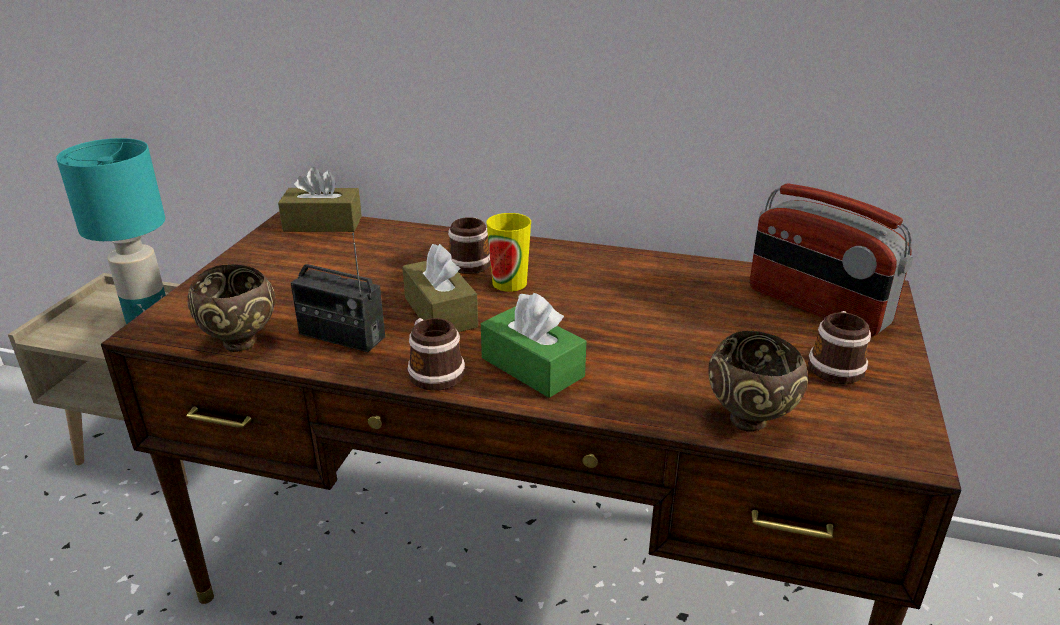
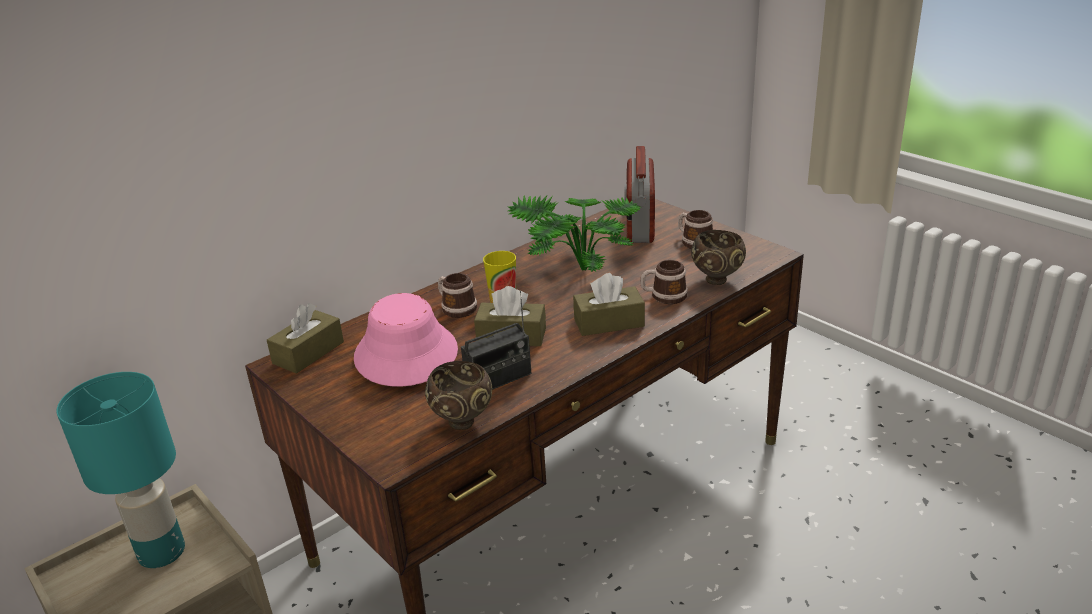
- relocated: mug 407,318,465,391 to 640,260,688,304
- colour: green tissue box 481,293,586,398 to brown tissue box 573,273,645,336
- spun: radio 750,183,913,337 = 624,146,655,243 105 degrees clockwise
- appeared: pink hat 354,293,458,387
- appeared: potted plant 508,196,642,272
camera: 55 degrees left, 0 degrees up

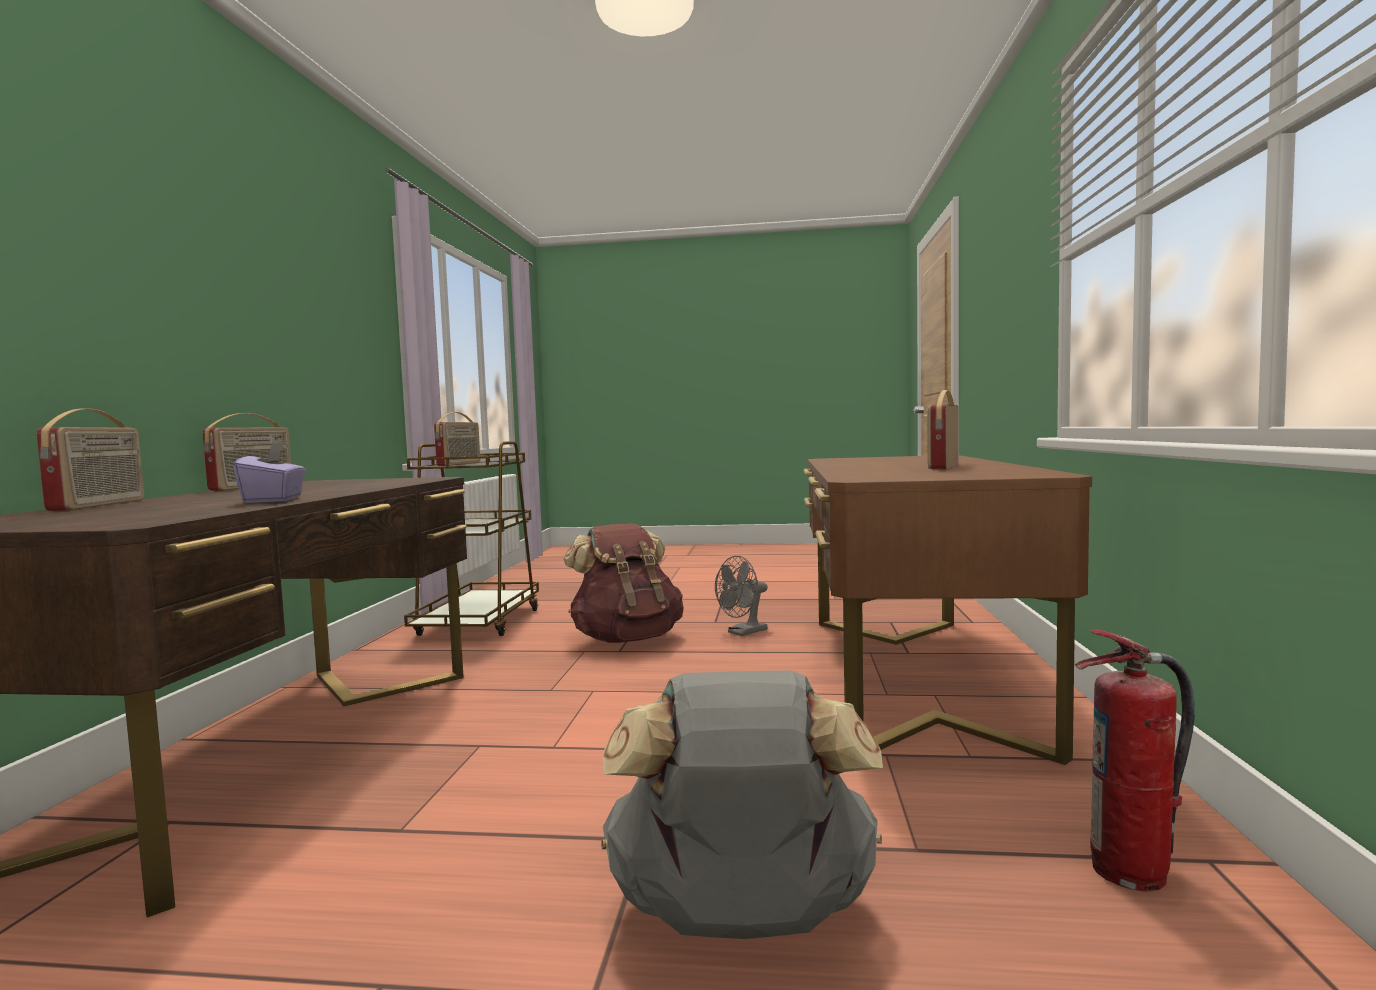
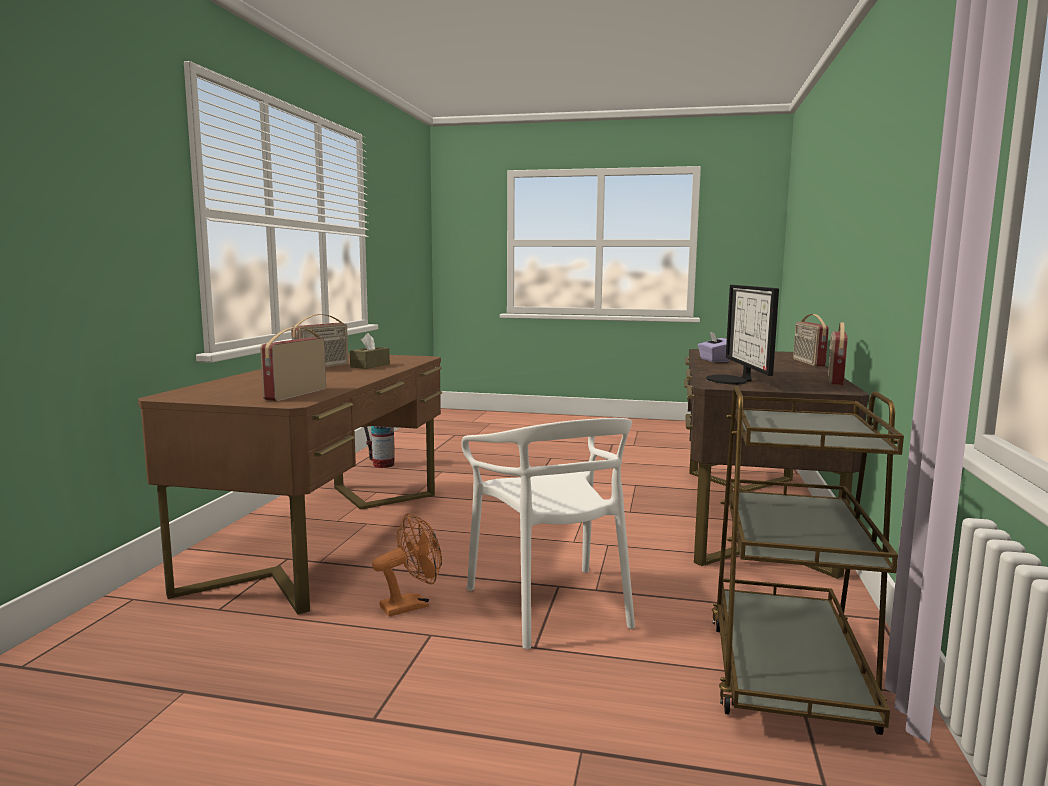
- relocated: radio 434,412,480,466 to 260,327,326,401
- exchanged: brown backpack 564,523,684,643 to white chair 461,418,635,649
- missing: grey backpack 601,670,883,939
- colour: grey fan 715,556,768,636 to orange fan 372,513,442,616
- appeared: brown tissue box 350,333,390,369
- appeared: monitor 706,285,779,385
camera: 175 degrees left, 5 degrees up

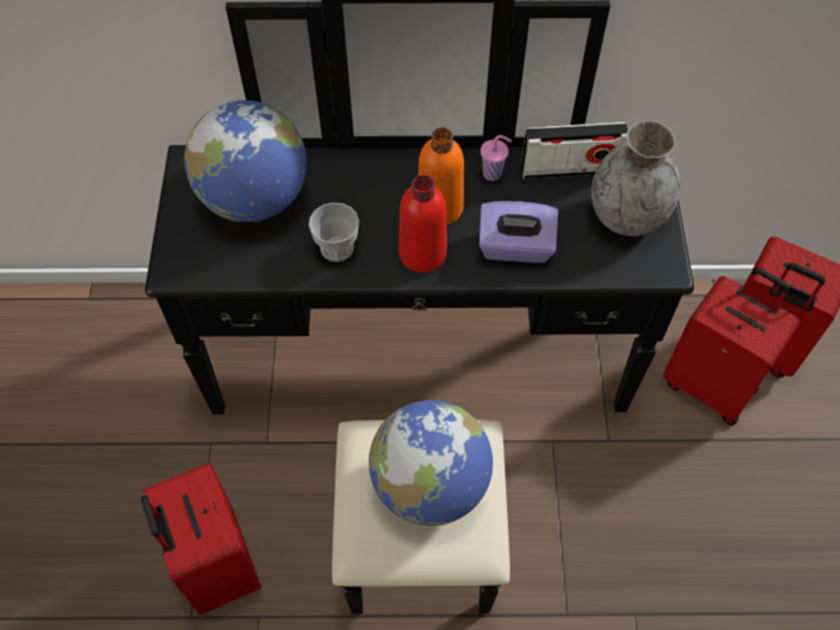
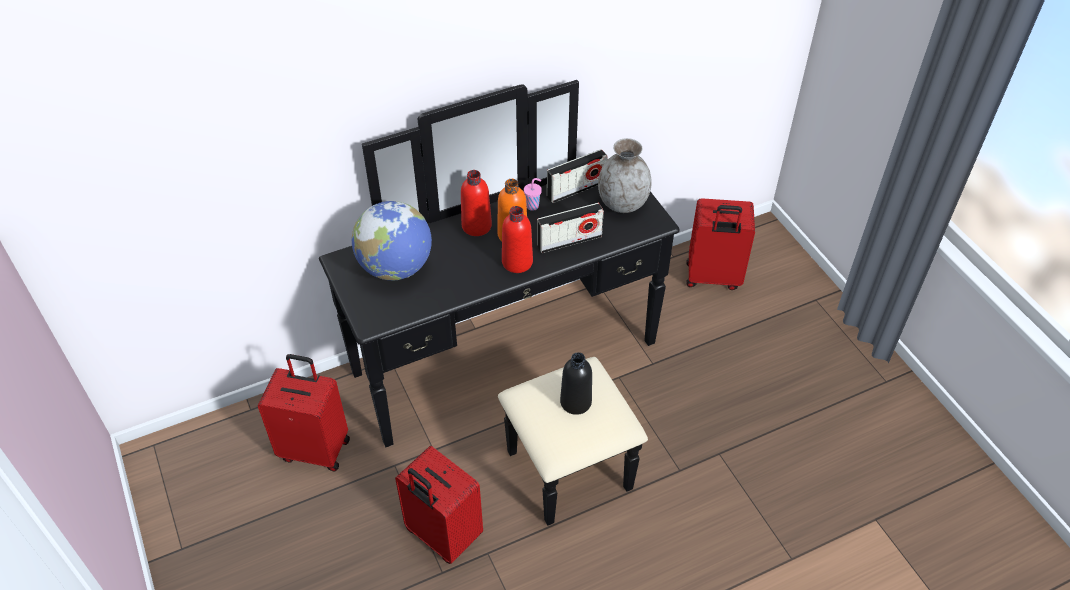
- missing: cup 308,202,359,262
- exchanged: globe 369,400,493,526 to black bottle 560,352,592,415
- exchanged: purple tissue box 479,201,558,263 to radio 537,203,604,253
- relocated: red suitcase 663,268,800,425 to 258,354,350,472
- appeared: red bottle 461,170,492,236
camera: 25 degrees left, 10 degrees down

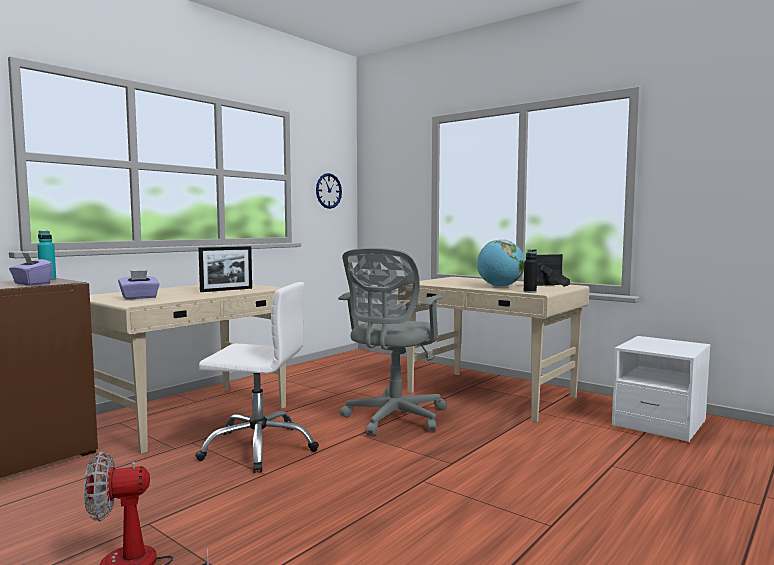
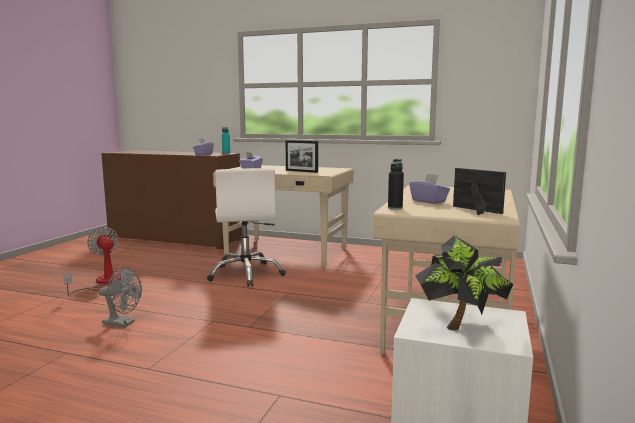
- missing: wall clock 316,173,342,209
- missing: grey office chair 338,248,447,436
- exchanged: globe 477,240,525,287 to purple tissue box 410,174,450,204
- appeared: grey fan 99,267,142,327
- appeared: potted plant 415,236,513,330
camera: 70 degrees right, 5 degrees up

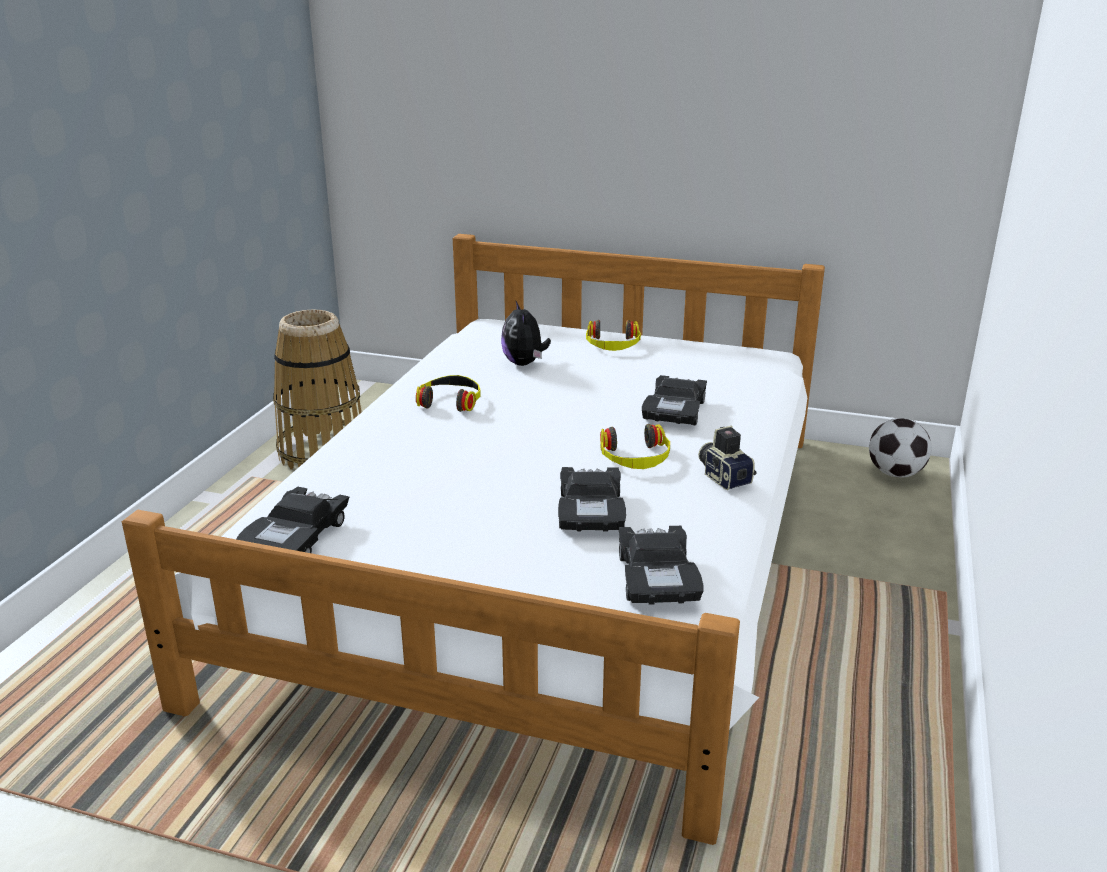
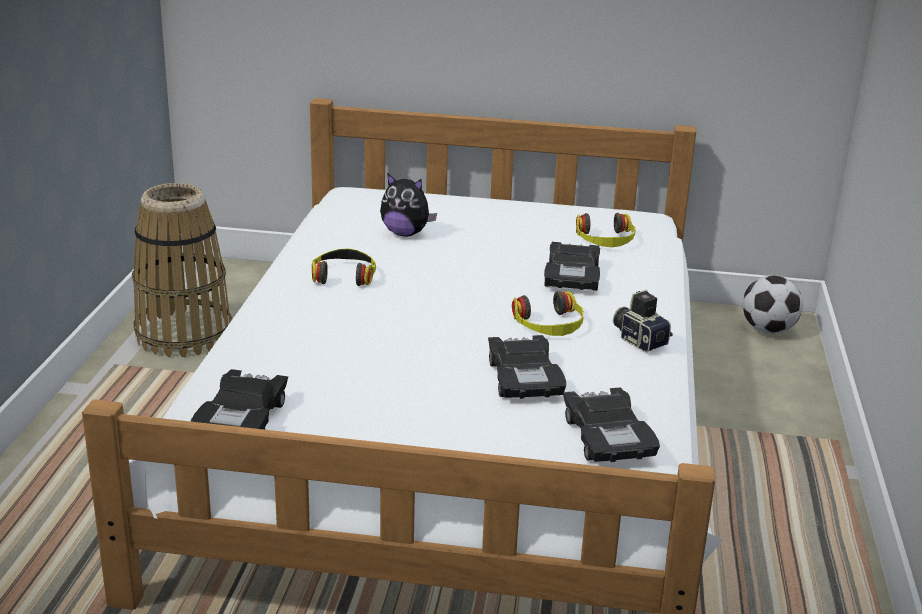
- spun: plush toy 501,301,551,366 = 380,173,437,236 45 degrees counterclockwise
- relocated: headphones 586,320,641,351 to 576,213,635,247
camera: 10 degrees left, 0 degrees up

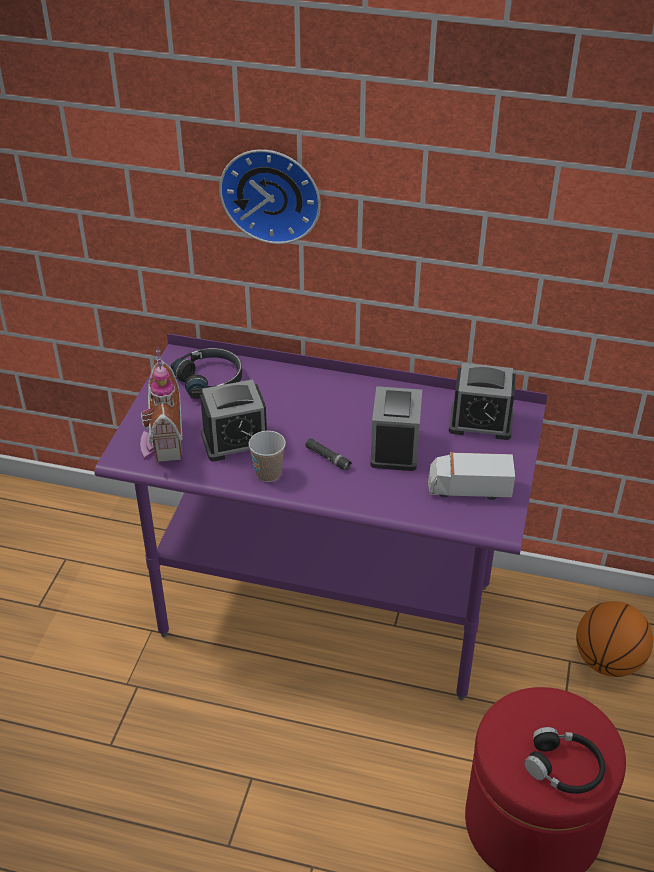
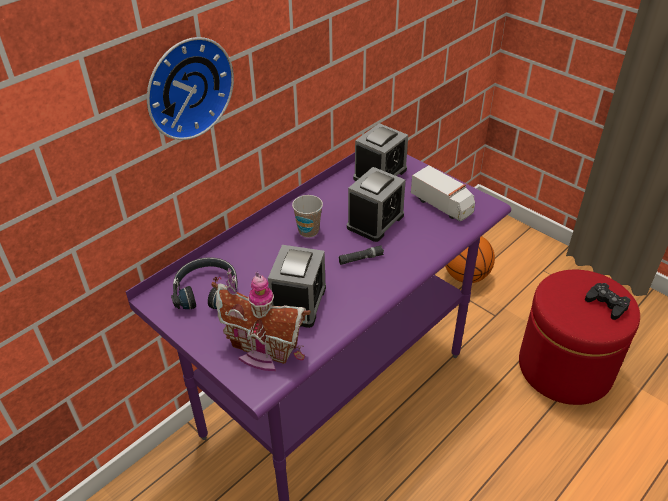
- relocated: cup 249,431,286,482 to 292,195,323,238
- spun: alarm clock 370,386,422,471 = 347,167,406,242 90 degrees clockwise
- spun: toy truck 428,452,515,500 = 411,165,475,222 75 degrees counterclockwise
- exchanged: black headphones 524,727,605,794 to black game controller 585,283,630,320
camera: 60 degrees left, 0 degrees up

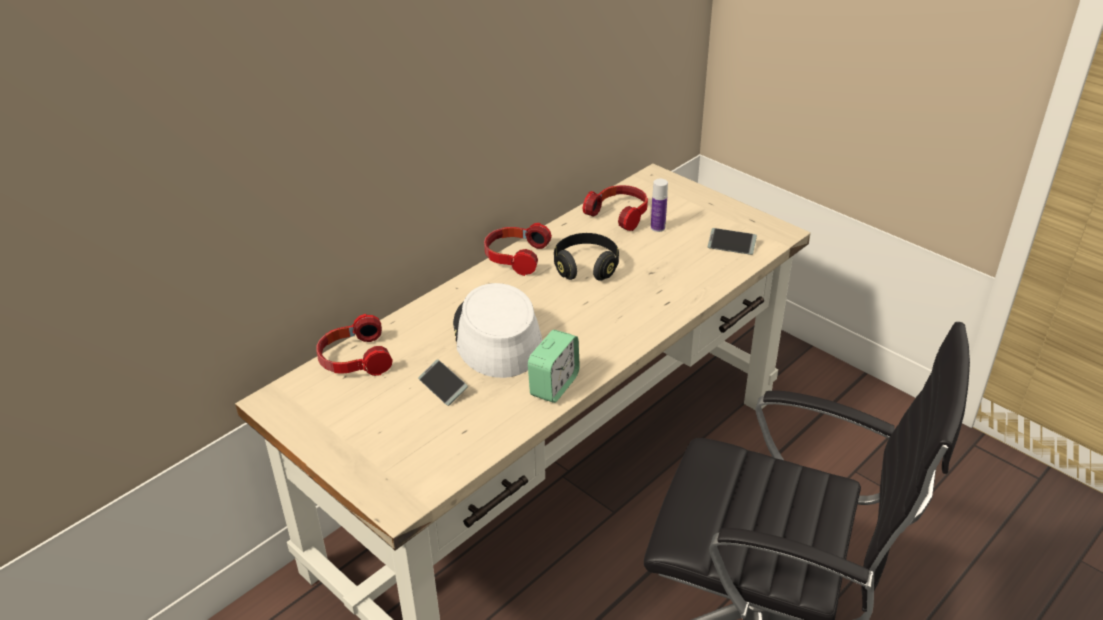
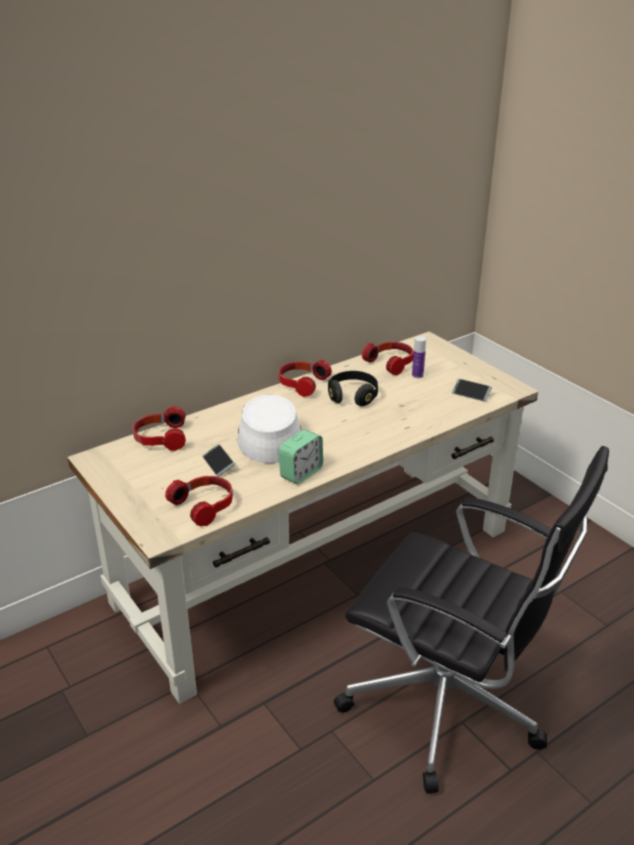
- appeared: headphones 165,476,233,527
camera: 10 degrees right, 5 degrees down

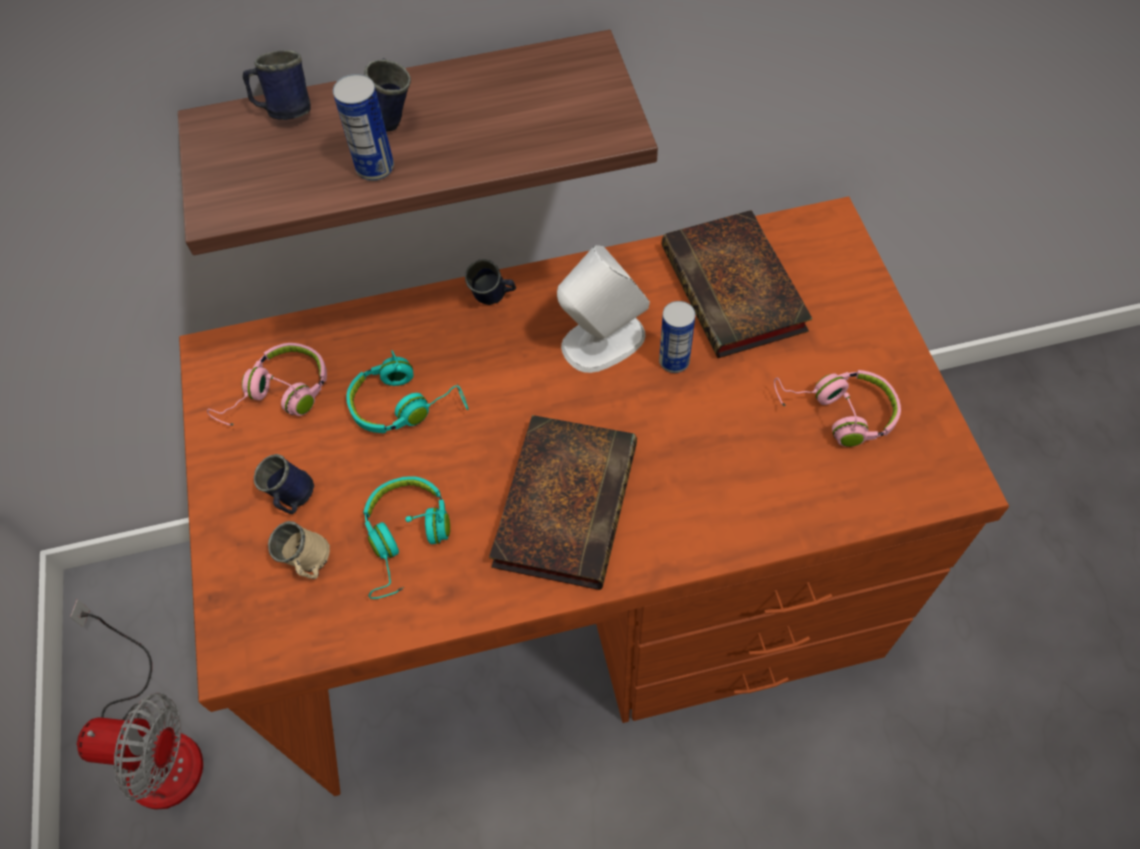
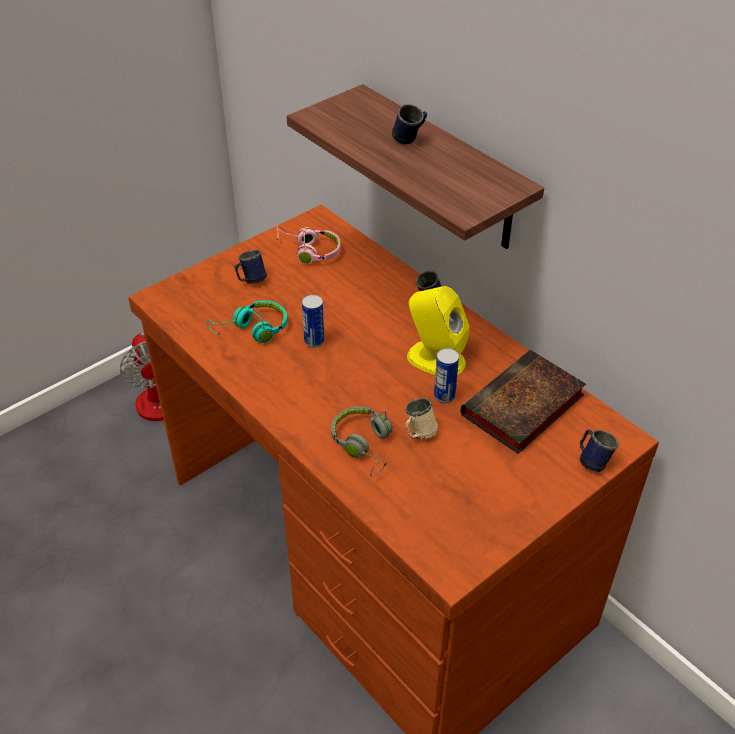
- relocated: blue mug 242,50,311,120 to 580,429,619,472
- relocated: beige mug 268,521,330,579 to 405,398,438,439
- relocated: can 333,74,394,181 to 302,295,324,348
- missing: turquoise headphones 346,350,468,433
- missing: book 489,415,637,590
- colour: white speaker 557,245,650,373 to yellow speaker 407,286,470,375
- missing: pink headphones 774,370,901,447
- appeared: grey headphones 331,406,392,477
camera: 60 degrees right, 15 degrees down

